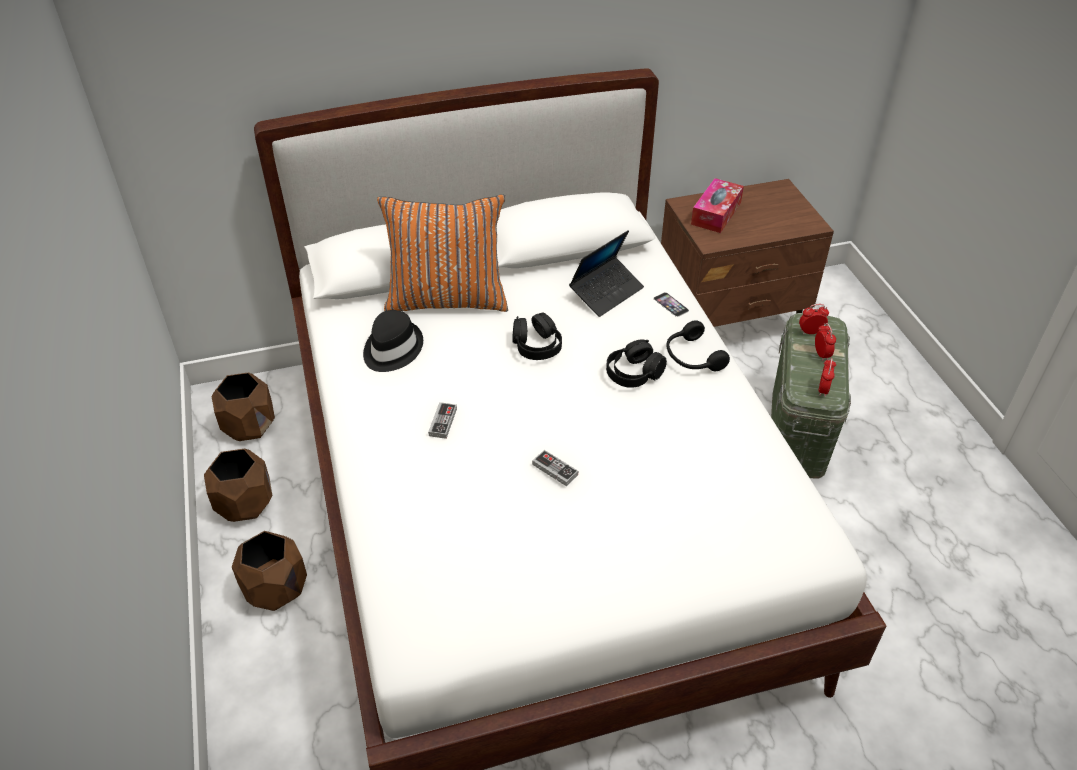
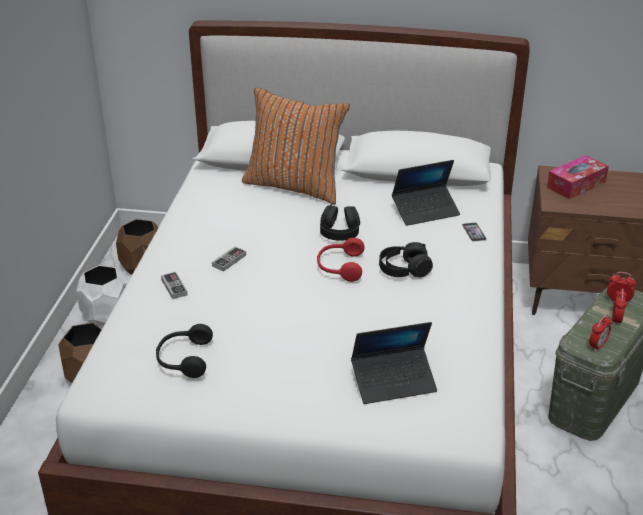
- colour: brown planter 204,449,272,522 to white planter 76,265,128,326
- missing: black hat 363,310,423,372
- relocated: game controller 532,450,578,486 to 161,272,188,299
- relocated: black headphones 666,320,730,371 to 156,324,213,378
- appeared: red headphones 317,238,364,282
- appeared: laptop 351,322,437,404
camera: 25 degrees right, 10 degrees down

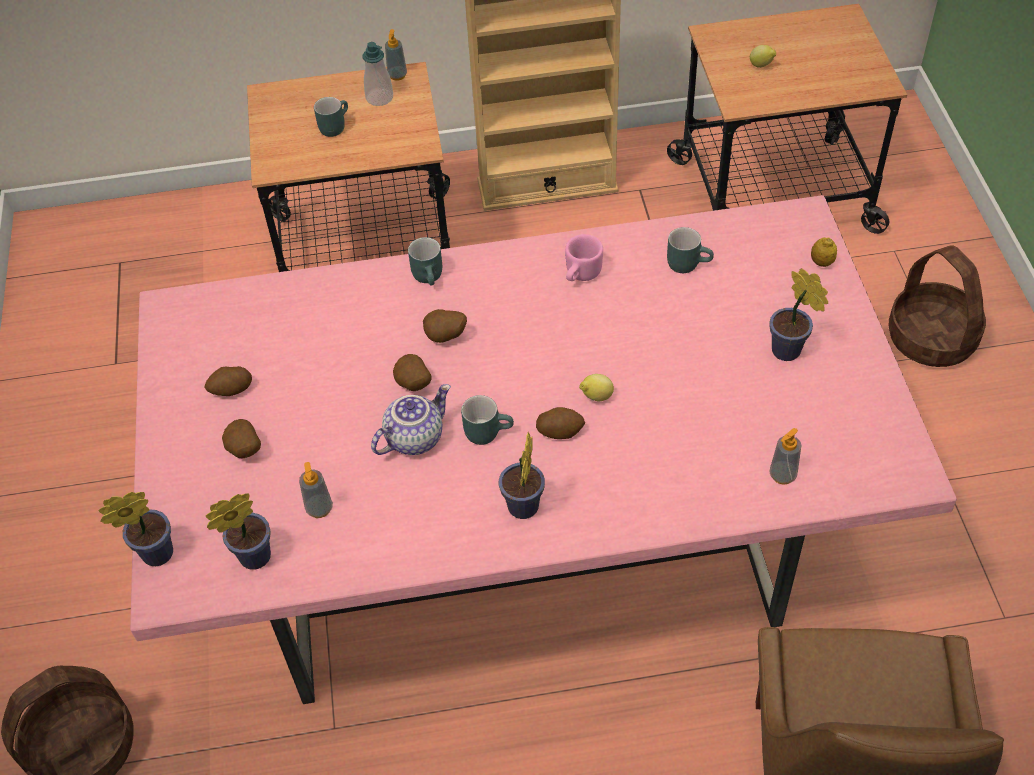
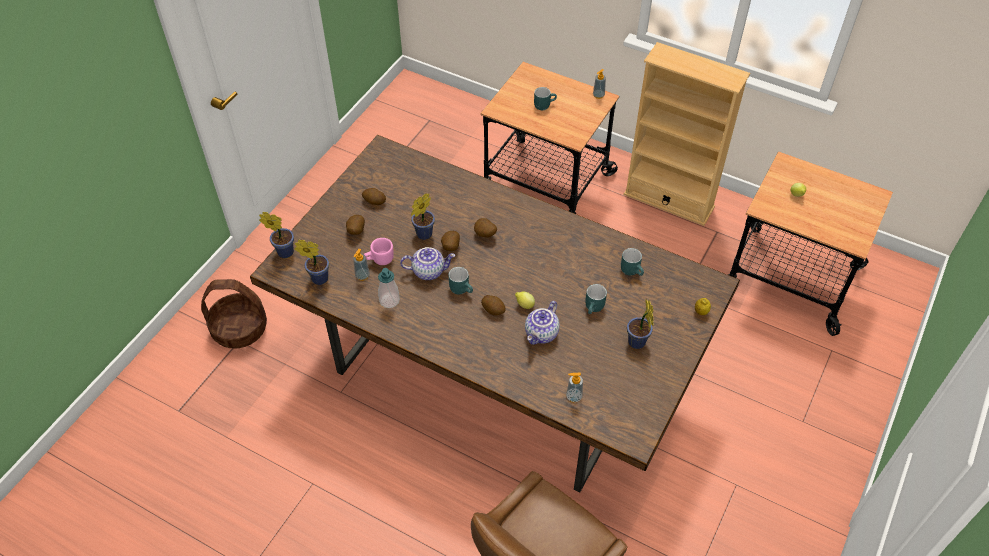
- colour: pink dining table 130,195,957,704 to brown dining table 250,135,740,493
- relocated: soap dispenser 363,42,393,106 to 378,268,400,308
- relocated: turquoise mug 408,237,442,285 to 585,284,607,314
- relocated: potted plant 499,431,545,519 to 411,194,435,240
- relocated: pink mug 565,234,603,281 to 364,238,394,265
- missing: basket 888,245,986,367
- appeared: teapot 525,301,560,345
camera: 35 degrees right, 0 degrees up

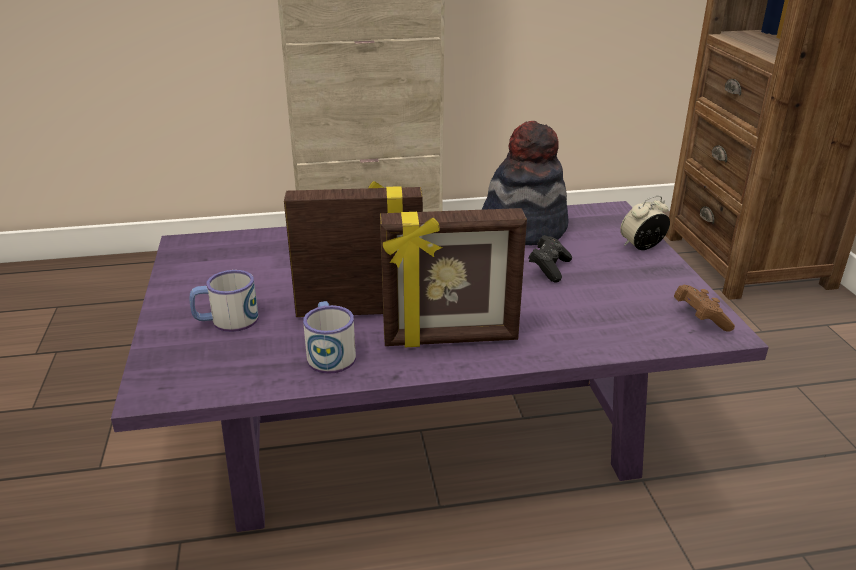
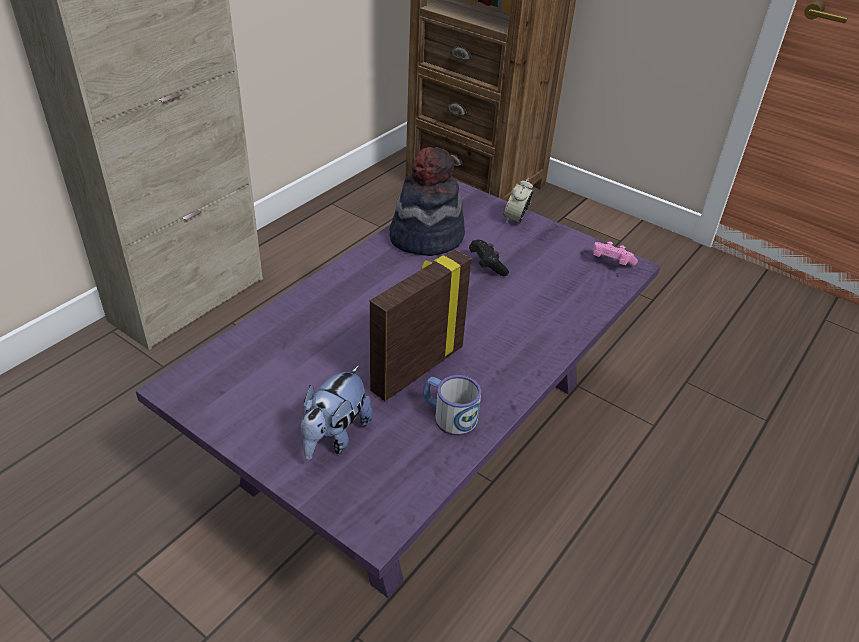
- exchanged: mug 189,270,259,332 to plush toy 301,365,373,461
- missing: picture frame 380,208,527,347
- colour: brown game controller 674,285,735,331 to pink game controller 593,241,638,266
camera: 45 degrees left, 10 degrees up

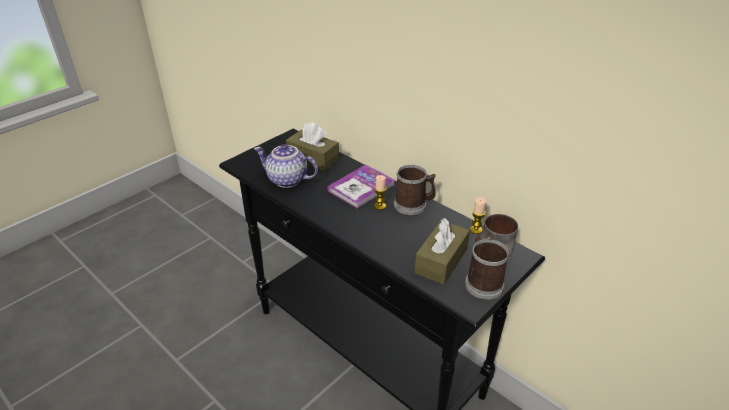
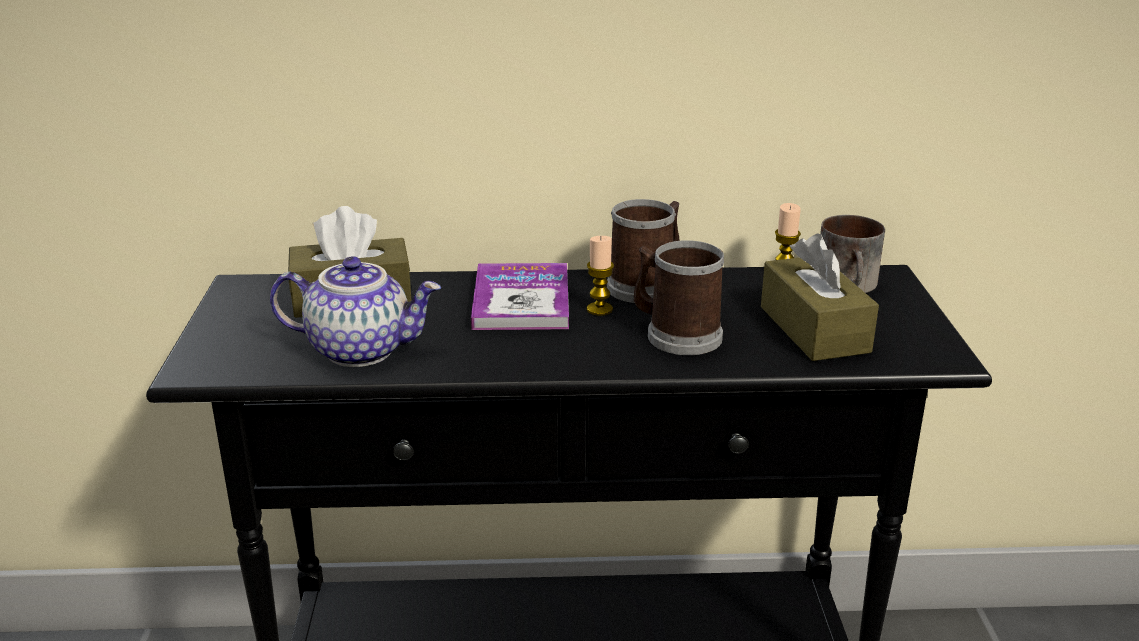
- spun: teapot 254,144,318,188 = 270,256,441,367 150 degrees counterclockwise
- relocated: mug 465,235,509,300 to 634,240,724,355
camera: 45 degrees left, 10 degrees down

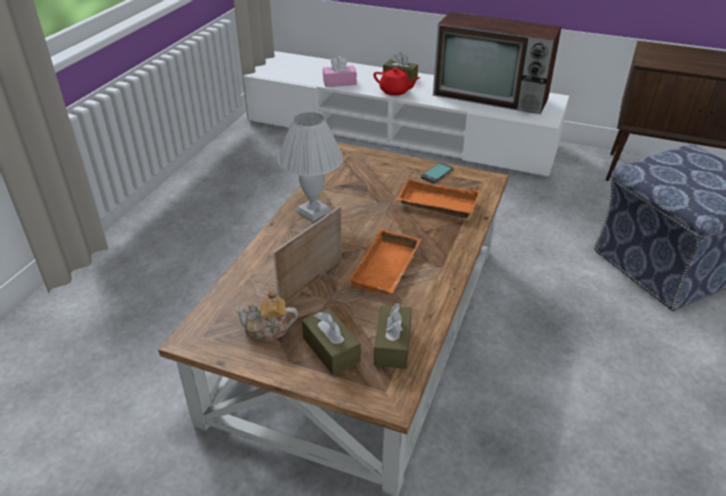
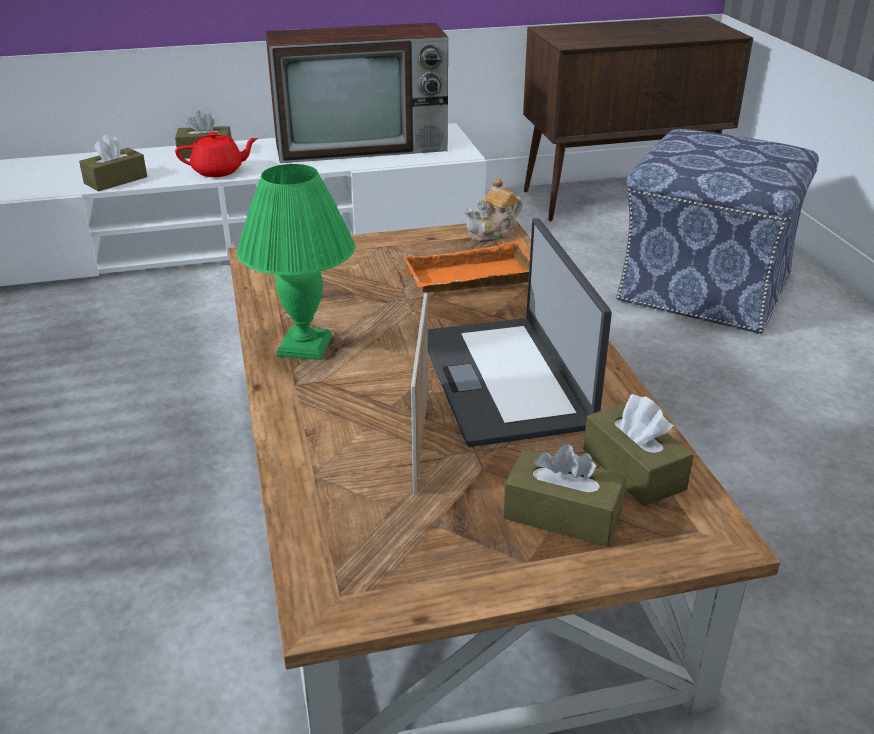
- relocated: teapot 235,290,298,341 to 464,178,523,242
- colour: white table lamp 278,112,343,222 to green table lamp 237,164,355,360
- colour: pink tissue box 323,56,357,87 to brown tissue box 79,134,147,192
- exchanged: orange tray 348,228,421,295 to laptop 428,218,612,447
- missing: phone 421,162,453,183
camera: 35 degrees left, 5 degrees down

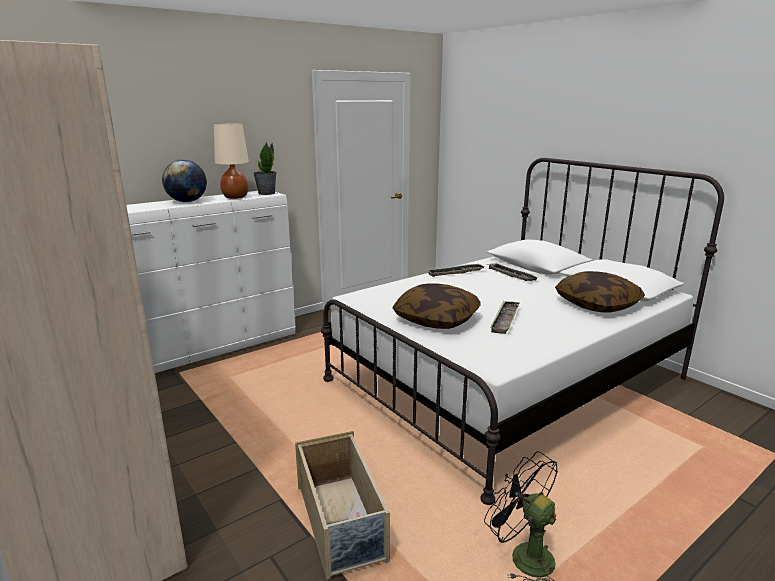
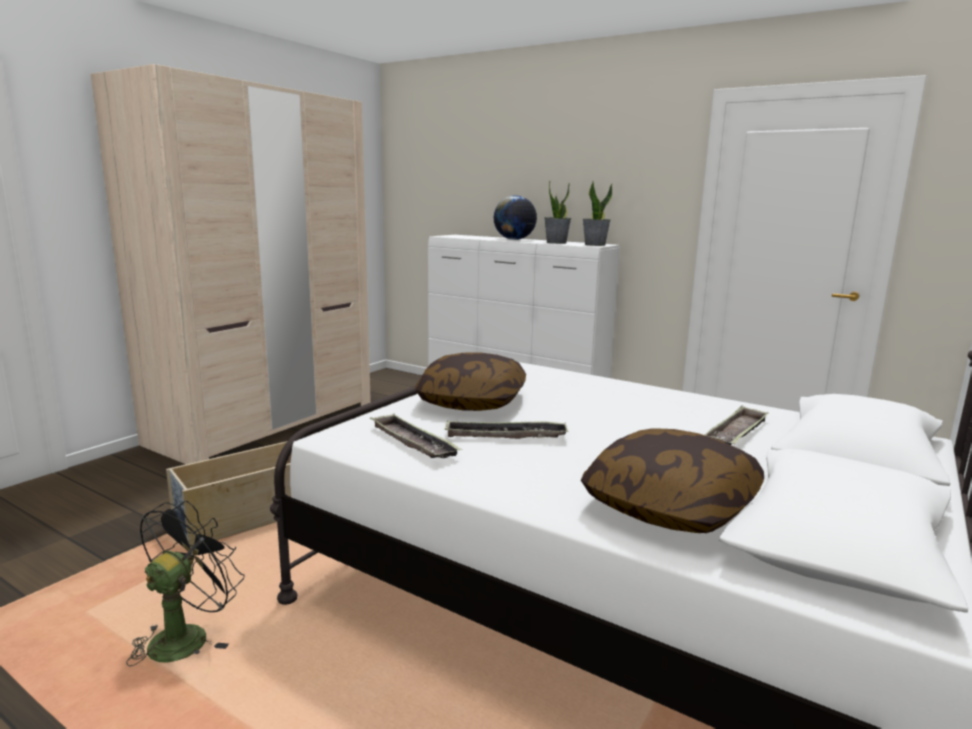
- exchanged: beige table lamp 214,123,249,199 to potted plant 544,180,572,244
- relocated: tray 428,264,484,277 to 370,414,462,458
camera: 70 degrees right, 5 degrees down

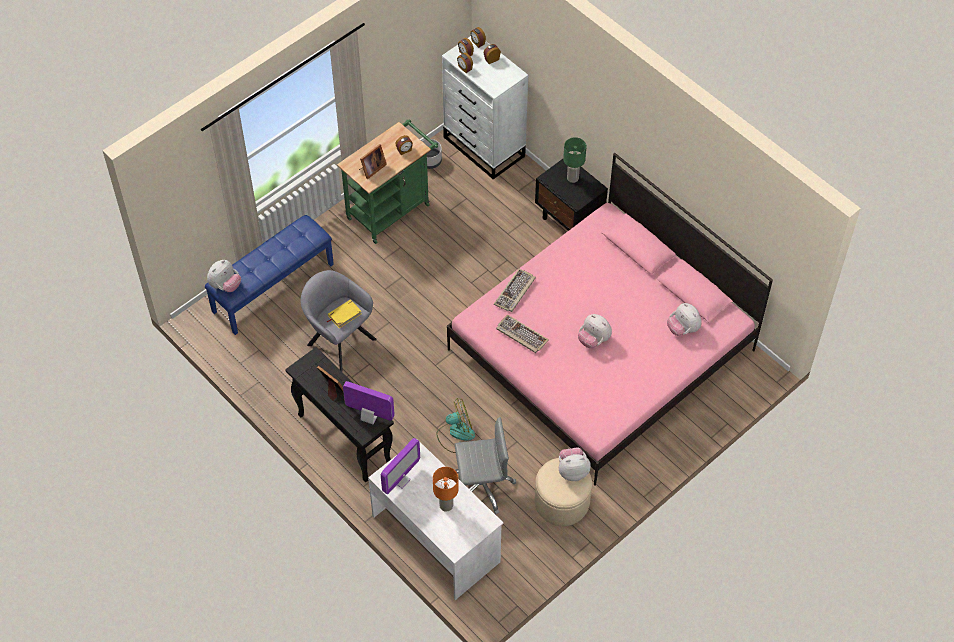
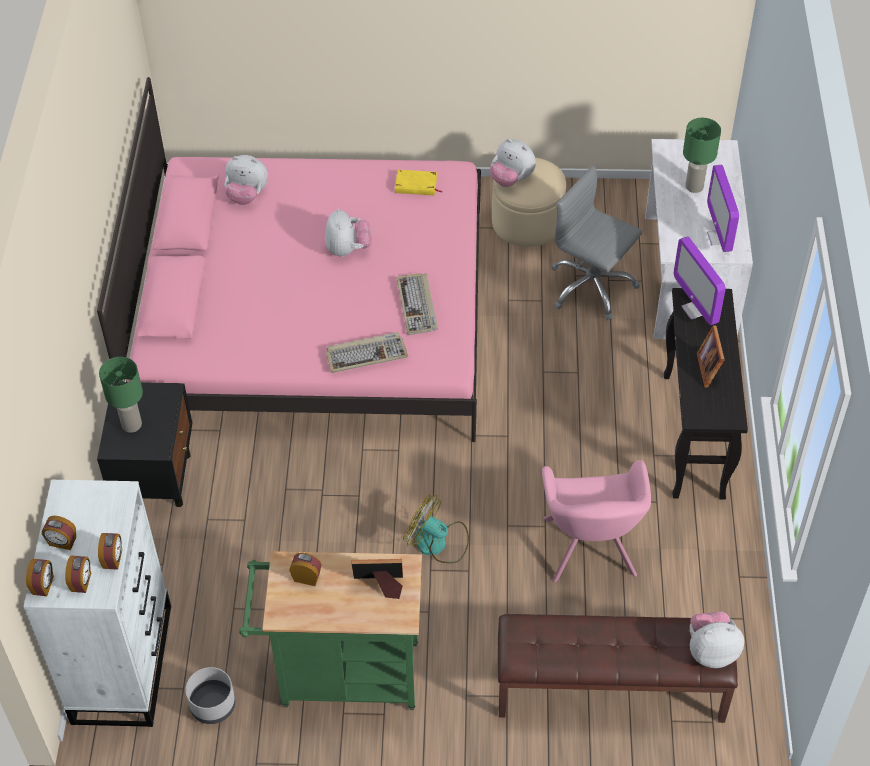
- colour: blue bench 205,215,334,335 to brown bench 498,614,738,723
- colour: grey armchair 301,270,377,371 to pink armchair 542,460,651,582
- relocated: yellow book 326,299,361,328 to 395,170,442,195
- spun: monitor 381,438,420,494 = 707,165,739,252 90 degrees counterclockwise
- colour: orange table lamp 433,467,459,512 to green table lamp 683,118,721,193
- relocated: fan 436,398,475,453 to 403,494,469,563
- spun: plush toy 667,303,702,336 = 224,155,268,205 90 degrees clockwise
camera: 135 degrees left, 5 degrees down

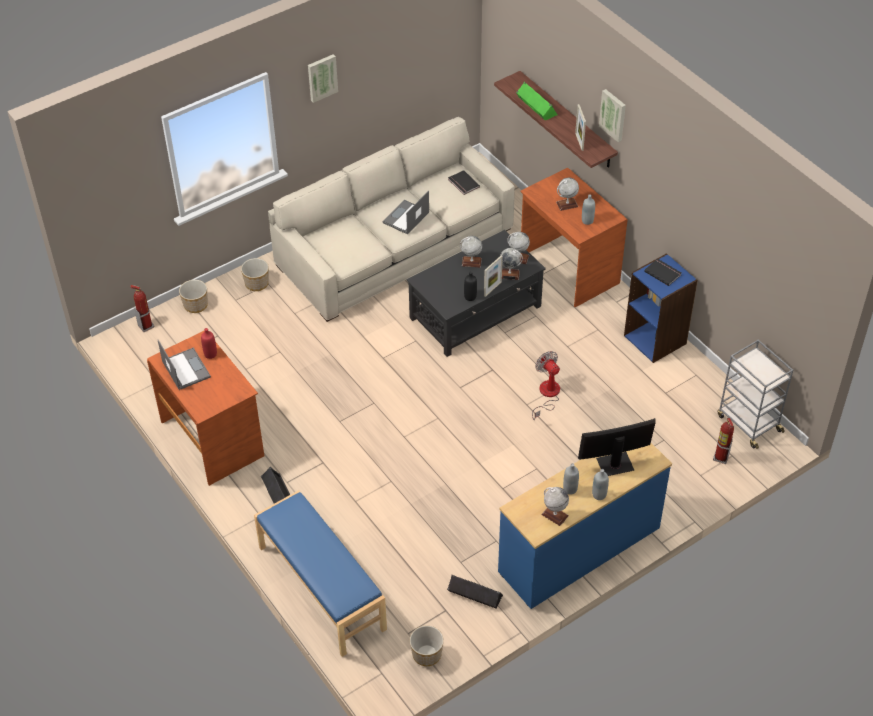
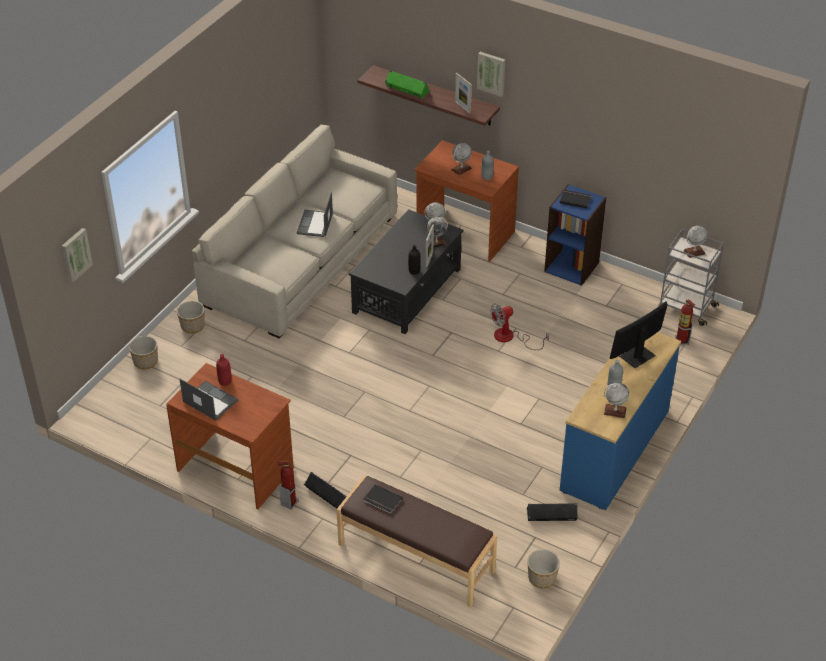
- relocated: fire extinguisher 130,285,154,332 to 278,461,299,510
- colour: blue bench 254,490,387,657 to brown bench 337,476,497,607
- relocated: picture 308,54,338,103 to 62,228,93,283
- relocated: black book 448,170,480,195 to 363,484,403,514
- relocated: globe 460,236,482,267 to 684,225,708,258
- spun: fan 532,351,560,420 = 490,303,549,350 60 degrees counterclockwise
- missing: grey bottle 592,469,609,500
camera: 25 degrees left, 5 degrees down

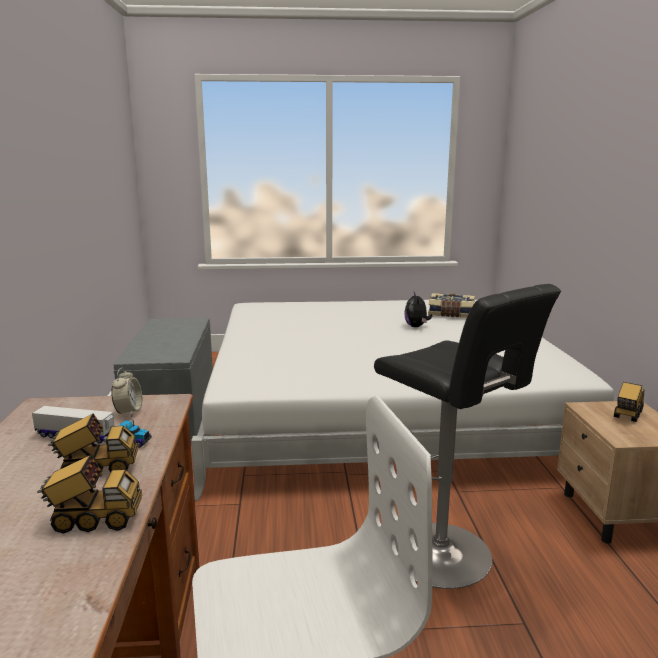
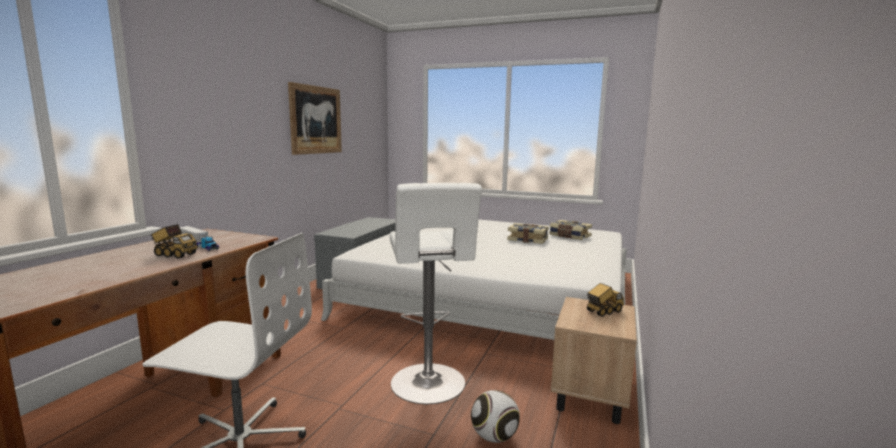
- missing: toy truck 37,455,142,534
- missing: alarm clock 111,368,142,417
- colour: black stool 374,284,561,589 to white stool 390,183,482,404
- exchanged: plush toy 404,292,432,327 to book 507,223,549,244
- appeared: picture 288,82,342,155
- appeared: football 471,390,520,443
camera: 25 degrees right, 5 degrees down

